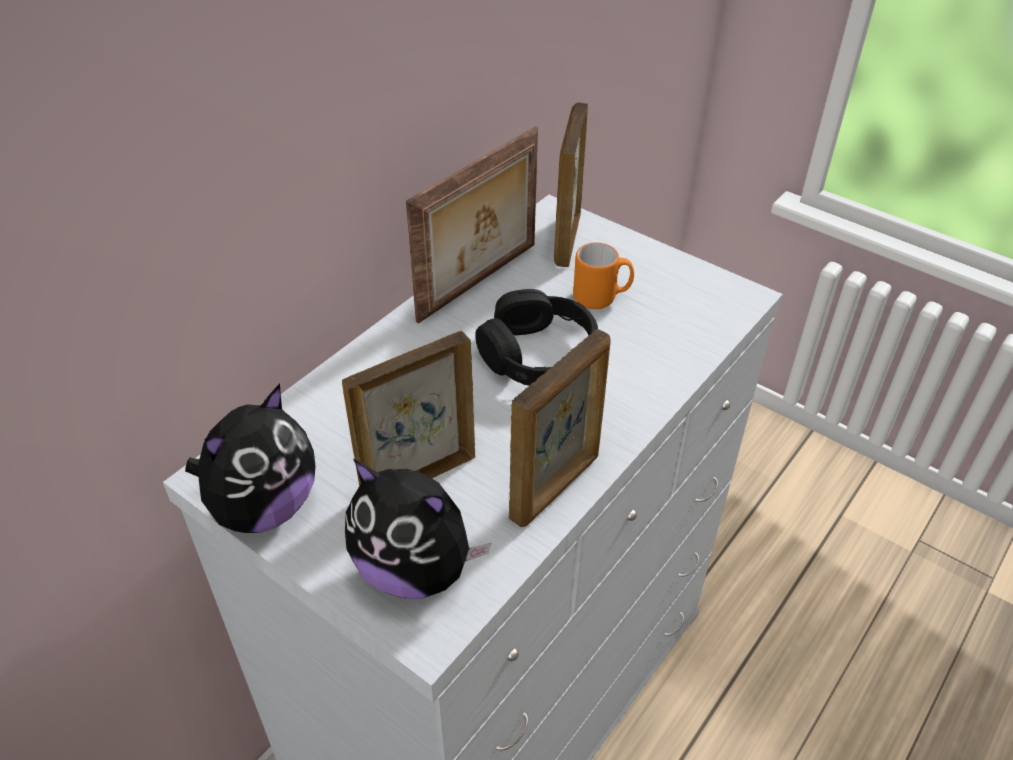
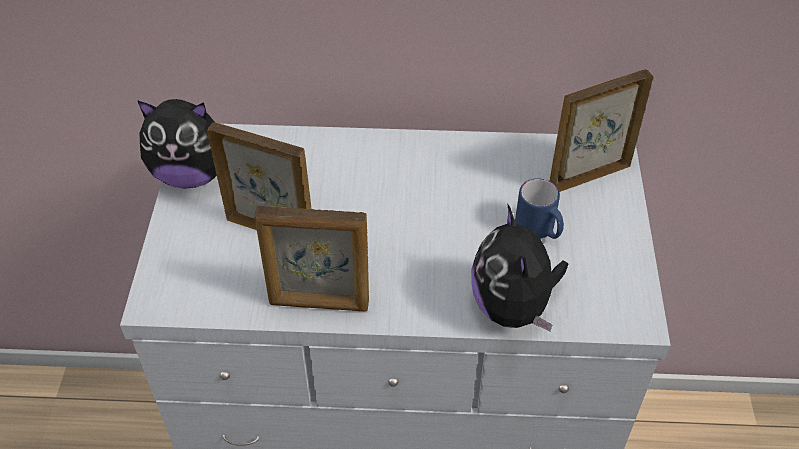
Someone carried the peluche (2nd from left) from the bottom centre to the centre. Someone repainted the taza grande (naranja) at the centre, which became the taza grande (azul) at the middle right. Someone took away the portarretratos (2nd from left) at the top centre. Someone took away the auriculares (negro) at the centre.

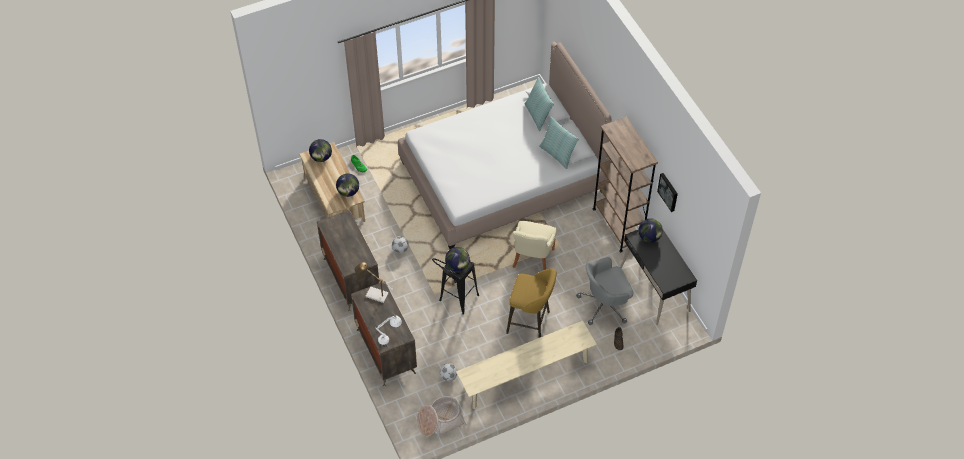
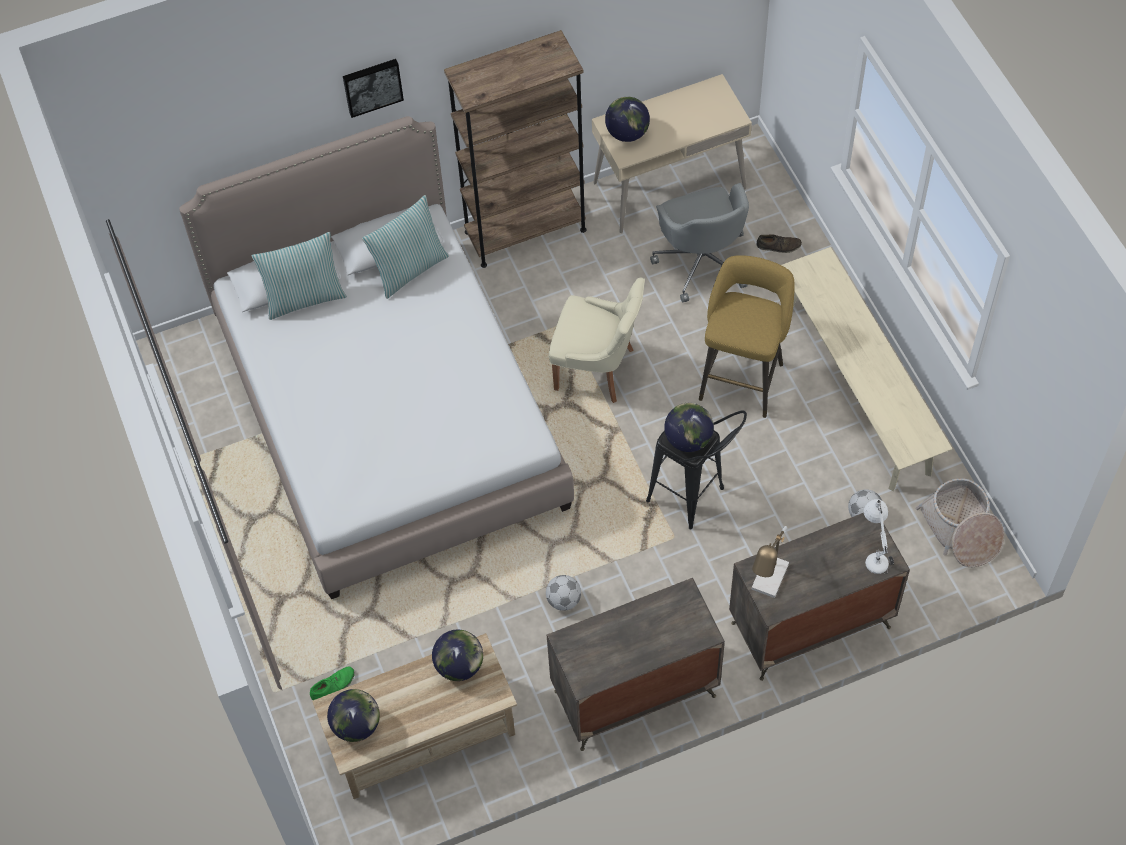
Someone carried the cuadro from the middle right to the top left. Someone repainted the escritorio (negro) at the middle right, which became the escritorio (beis) at the top centre.

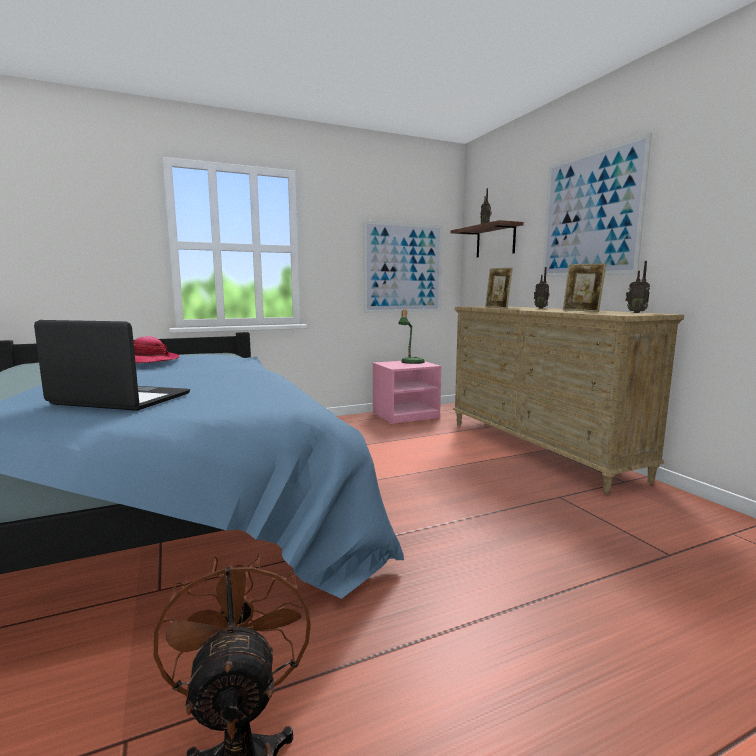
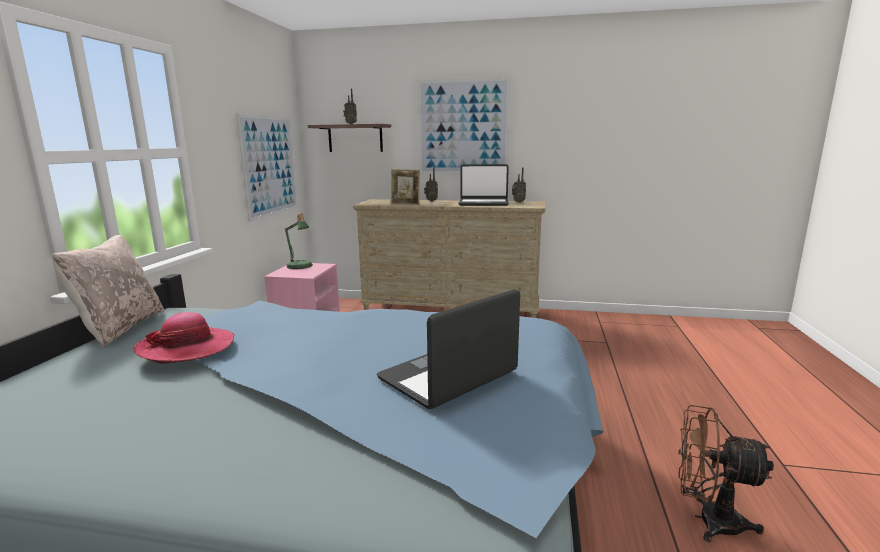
Someone put down the cojín (beis) at the middle left. Someone swapped the portarretratos (2nd from left) at the middle right for the portátil (2nd from left) at the centre.

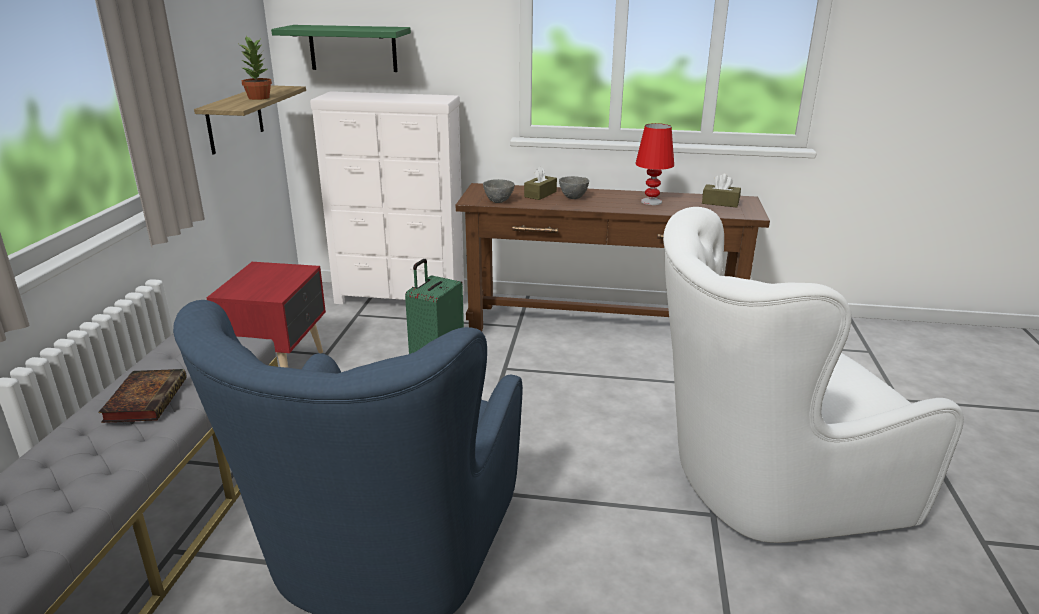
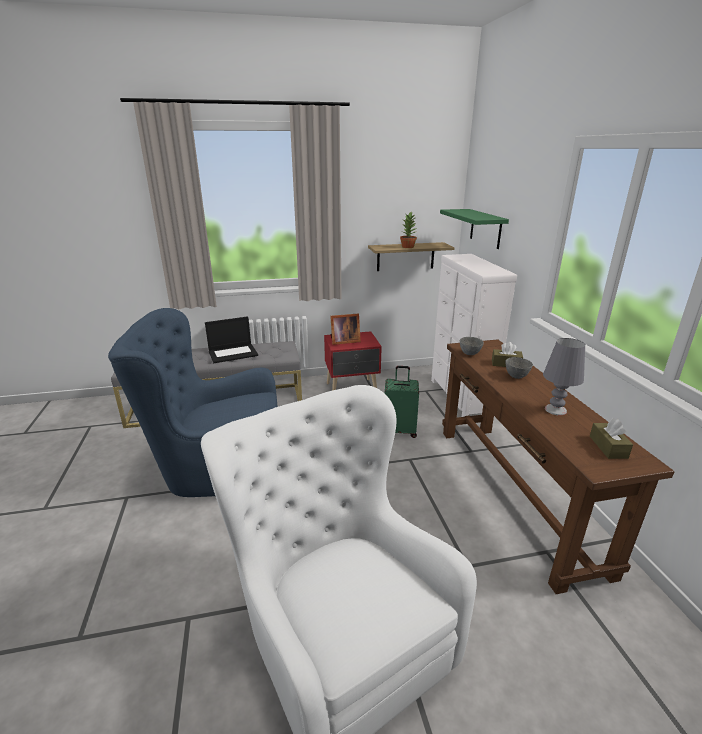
Someone swapped the libro at the middle left for the portátil at the middle left. Someone put down the portarretratos at the centre. Someone repainted the lámpara de mesa (rojo) at the top centre, which became the lámpara de mesa (gris) at the middle right.

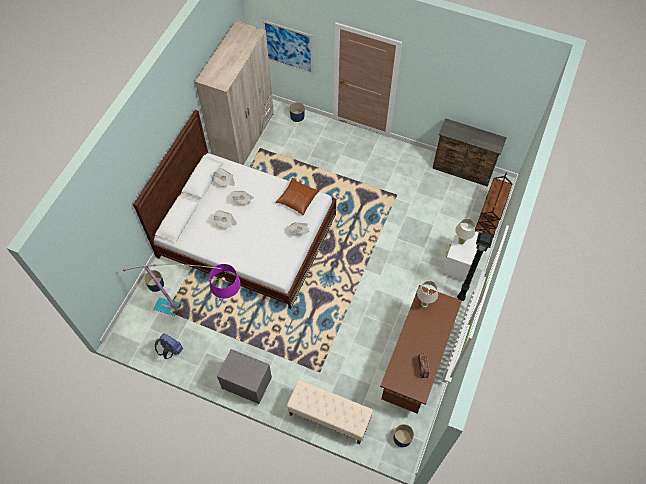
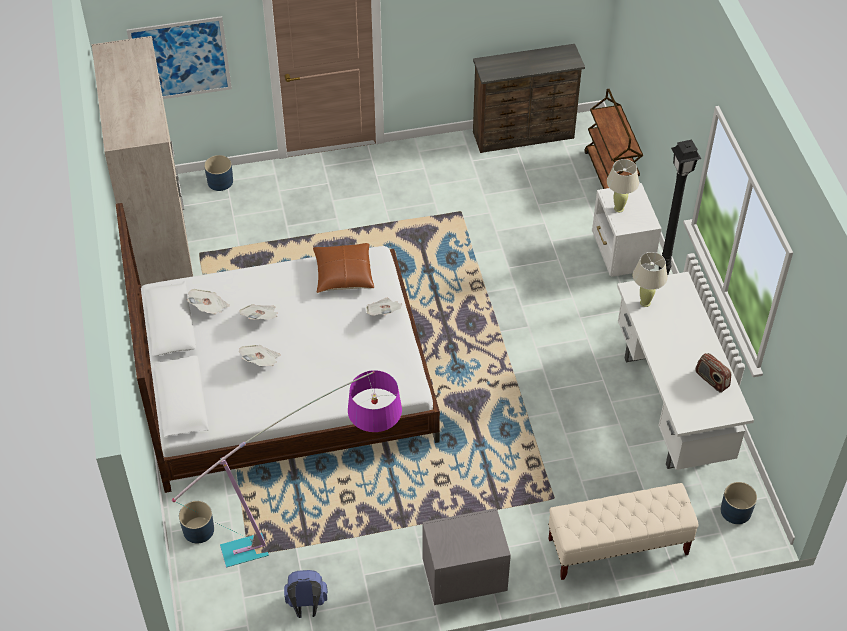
Someone repainted the escritorio (marrón) at the bottom centre, which became the escritorio (blanco) at the middle right.

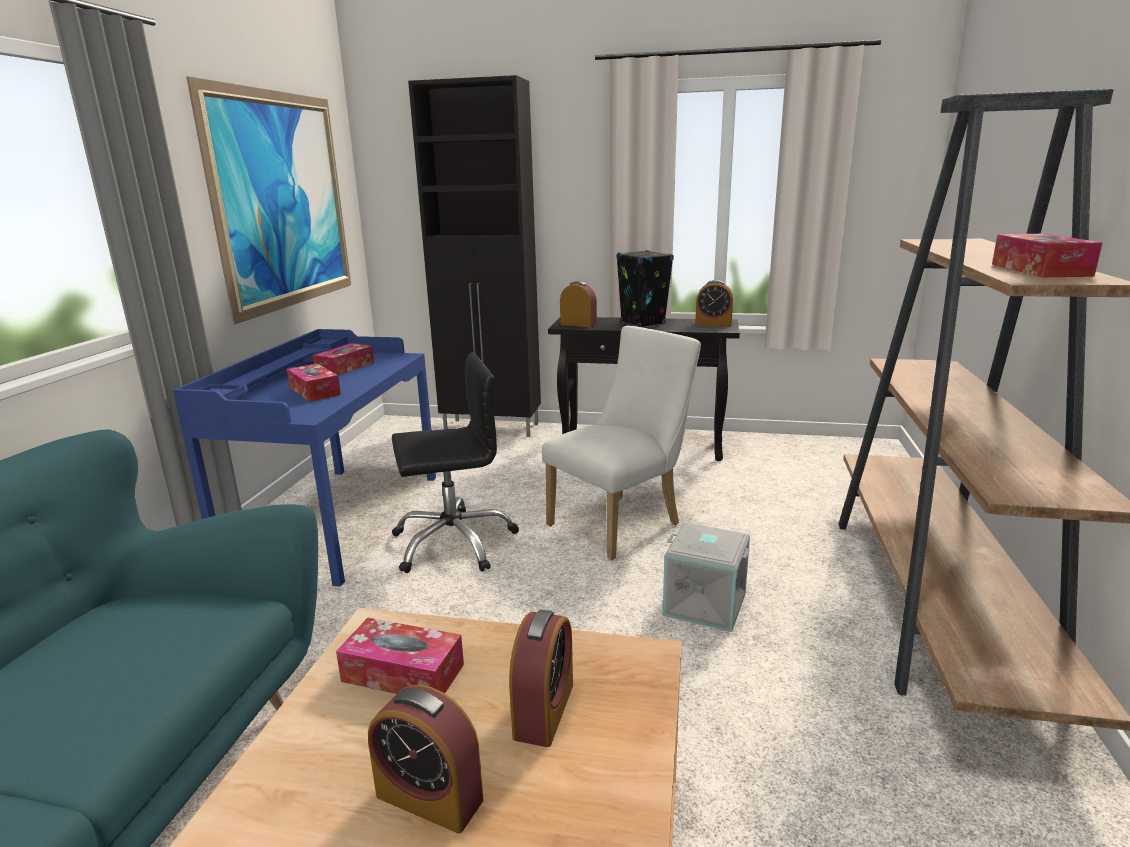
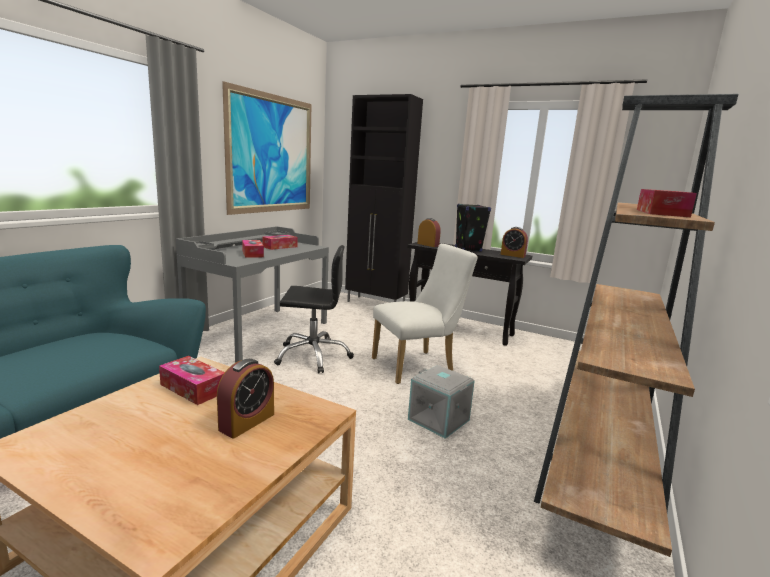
Someone repainted the escritorio (azul) at the middle left, which became the escritorio (gris) at the middle left. Someone took away the despertador (1st from left) at the bottom centre.

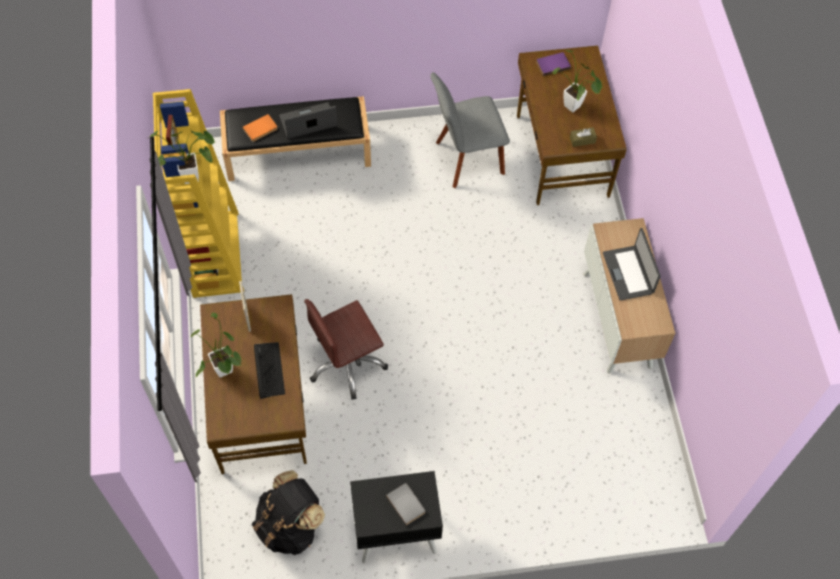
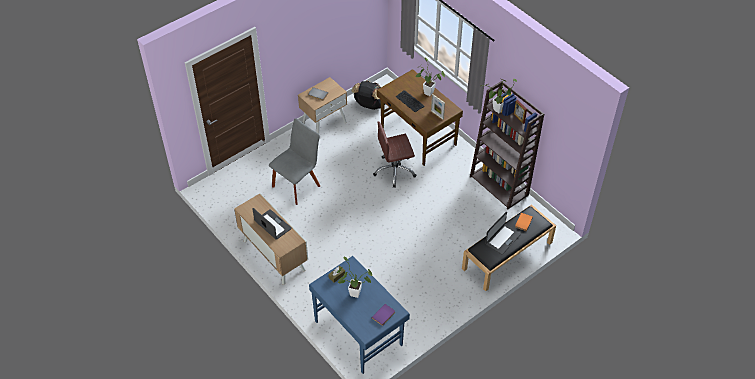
Someone carried the silla (gris) from the top centre to the centre. Someone repainted the mesita de noche (negro) at the bottom centre, which became the mesita de noche (beis) at the top centre. Someone repainted the escritorio (marrón) (2nd from left) at the top right, which became the escritorio (azul) at the bottom centre. Someone rotated the silla de oficina (marrón) at the centre by 135 degrees counterclockwise. Someone repainted the estantería (amarillo) at the middle left, which became the estantería (marrón) at the middle right.

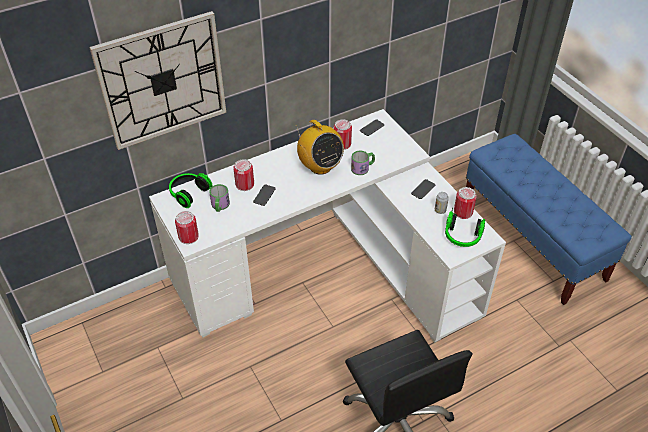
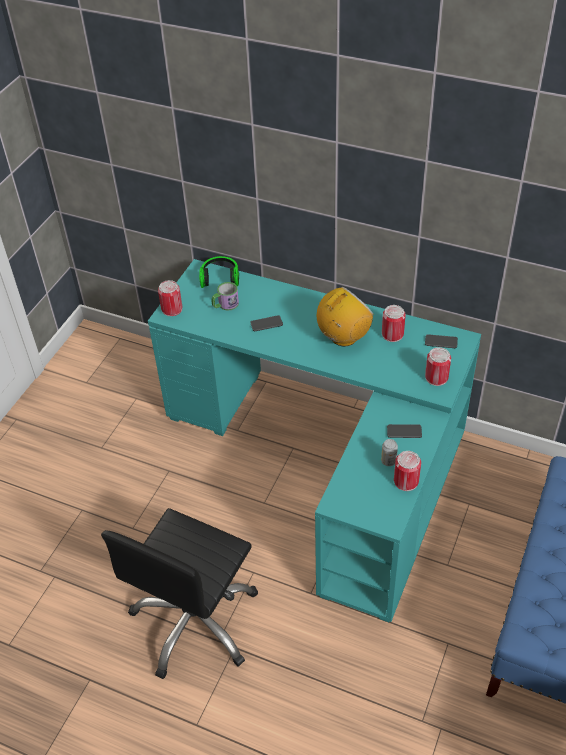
Someone repainted the escritorio (blanco) at the centre, which became the escritorio (turquesa) at the centre. Someone rotated the radio at the centre by 150 degrees counterclockwise. Someone carried the lata (2nd from left in the first image) from the centre to the middle right. Someone took away the reloj de pared at the top left. Someone took away the taza grande (2nd from left) at the centre. Someone took away the auriculares (2nd from left) at the middle right.

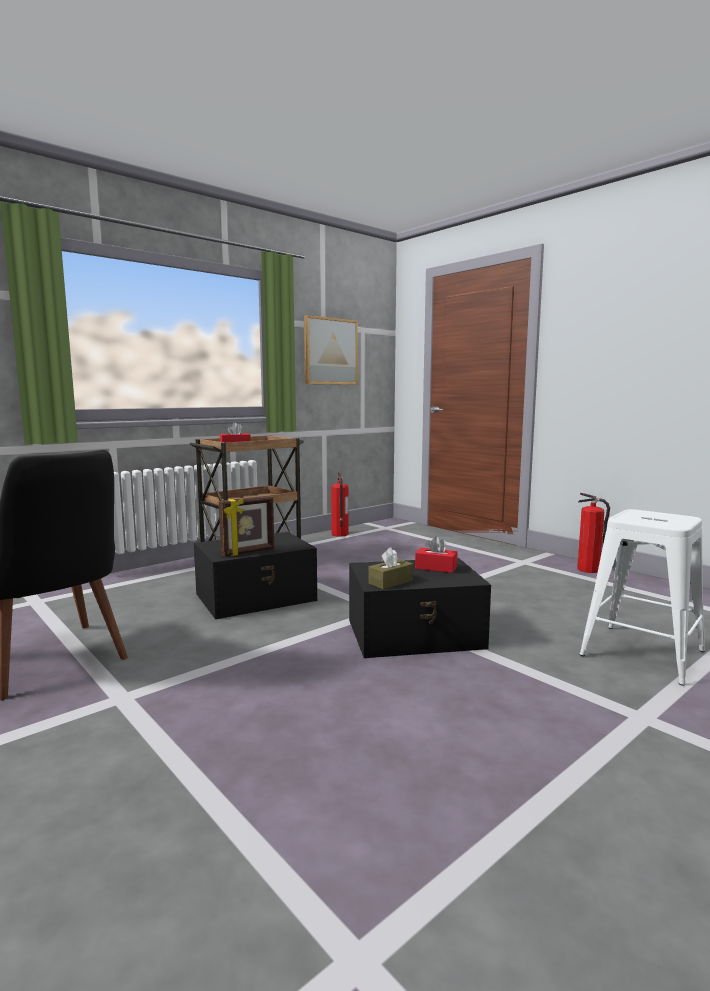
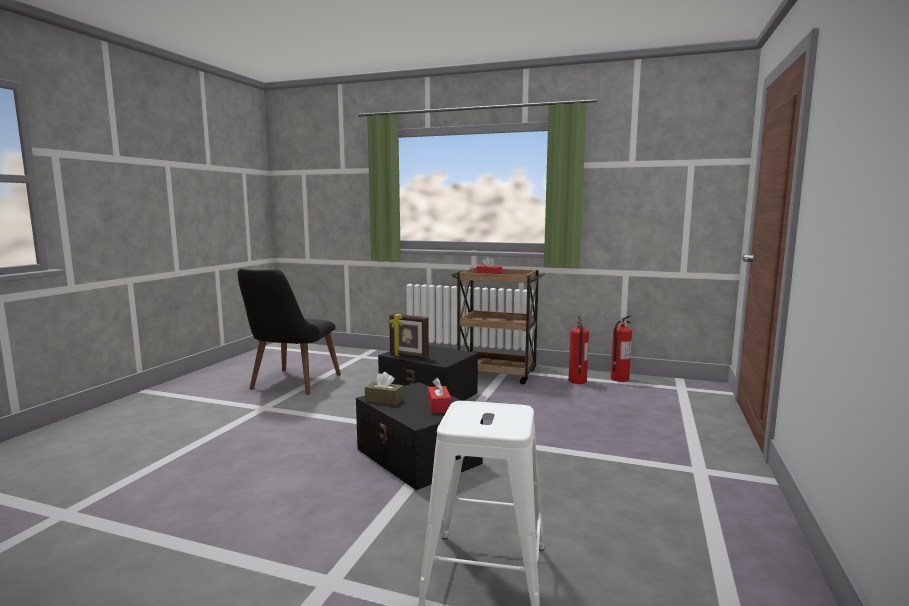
Someone carried the extintor (2nd from left in the first image) from the middle right to the centre. Someone took away the cuadro at the centre.

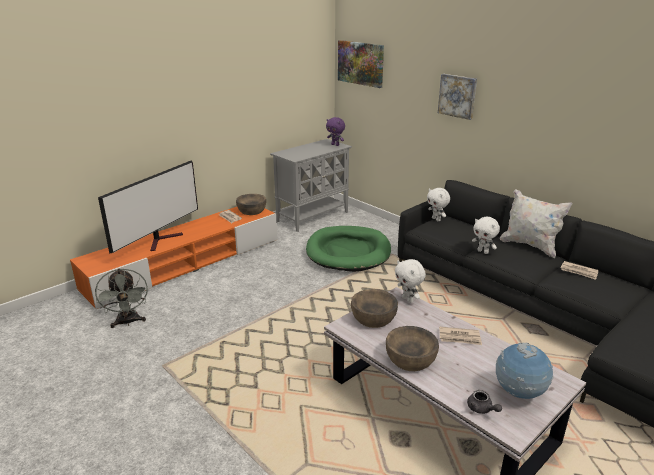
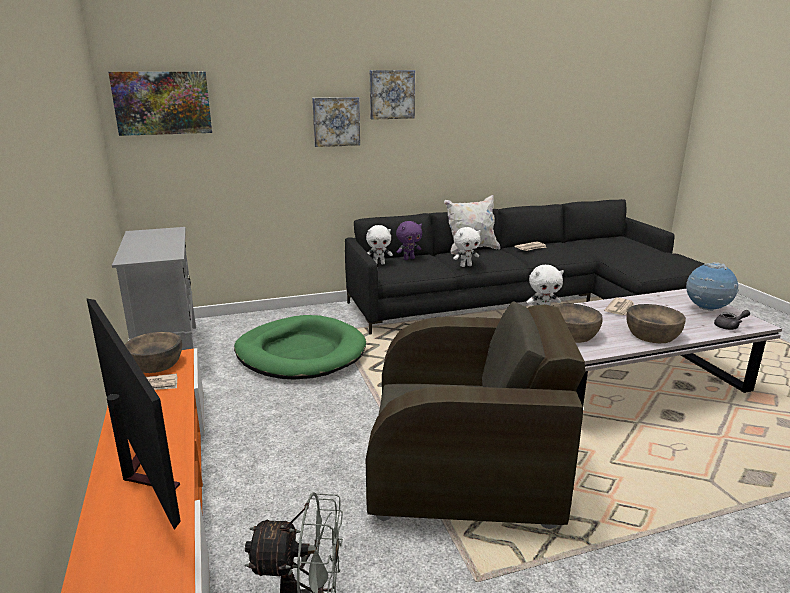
Someone put down the sillón (marrón) at the bottom centre. Someone put up the cuadro (3rd from left) at the top centre. Someone carried the peluche (morado) from the top centre to the centre.

